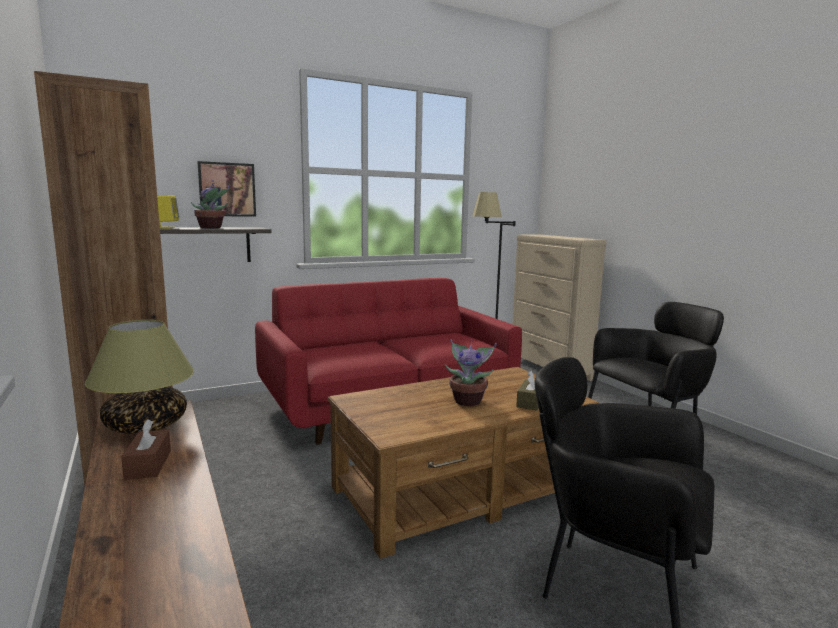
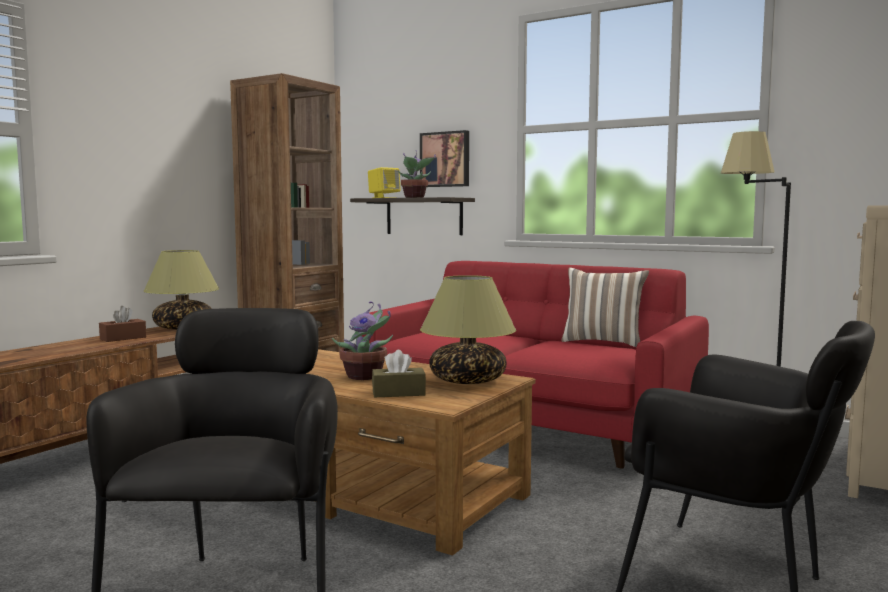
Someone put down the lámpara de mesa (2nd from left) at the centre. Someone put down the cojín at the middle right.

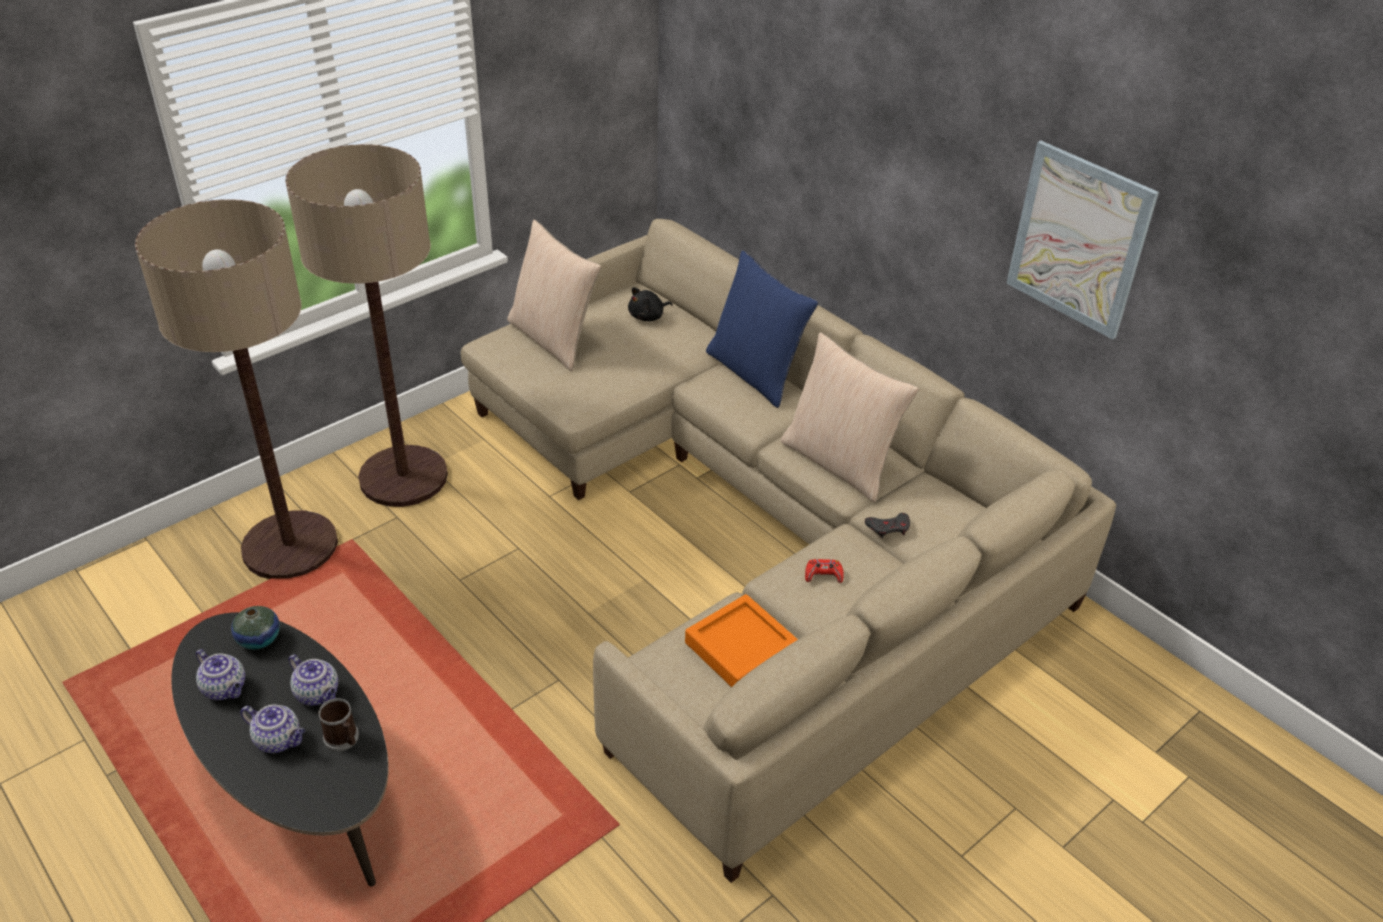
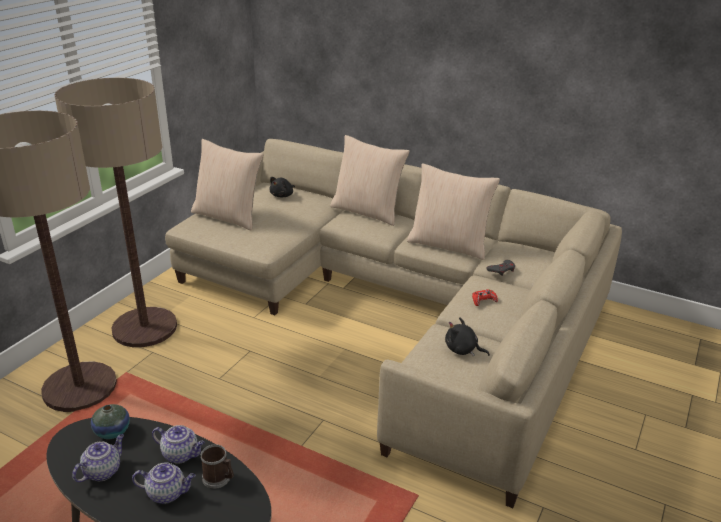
Someone rotated the tetera (1st from left) at the bottom left by 75 degrees counterclockwise. Someone repainted the cojín (azul) at the centre, which became the cojín (beis) (2nd from left) at the centre. Someone swapped the bandeja (naranja) at the bottom centre for the peluche (negro) (2nd from left) at the centre. Someone took away the cuadro at the top right.

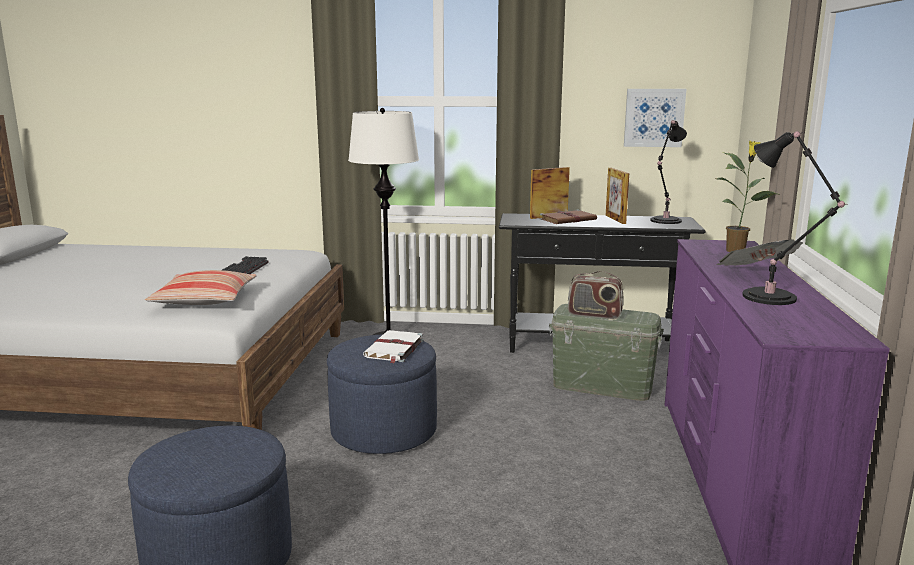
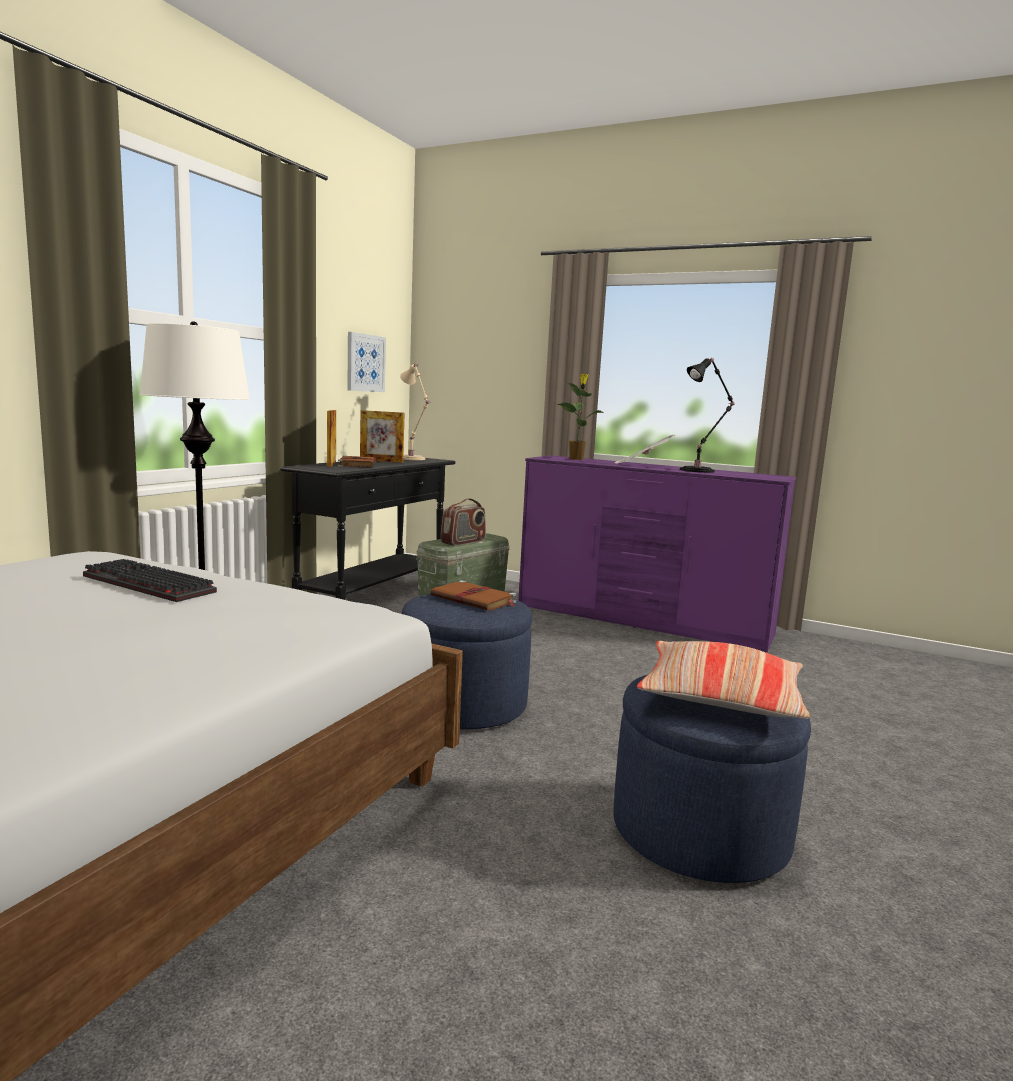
Someone repainted the lámpara de mesa (negro) (1st from left) at the top right, which became the lámpara de mesa (beis) at the centre. Someone repainted the libro (blanco) at the centre, which became the libro (marrón) (2nd from left) at the centre. Someone carried the cojín from the middle left to the middle right.

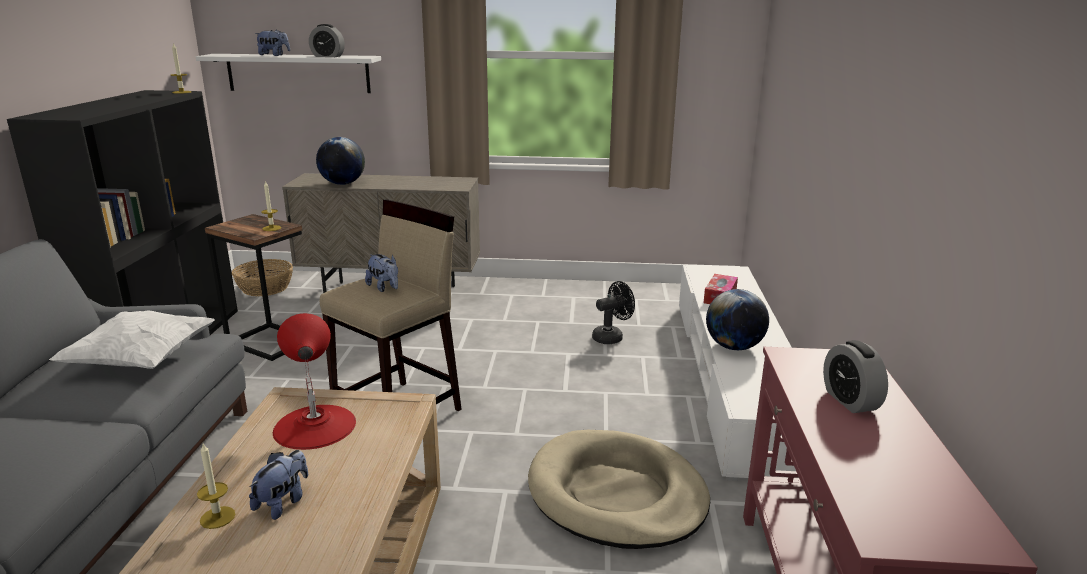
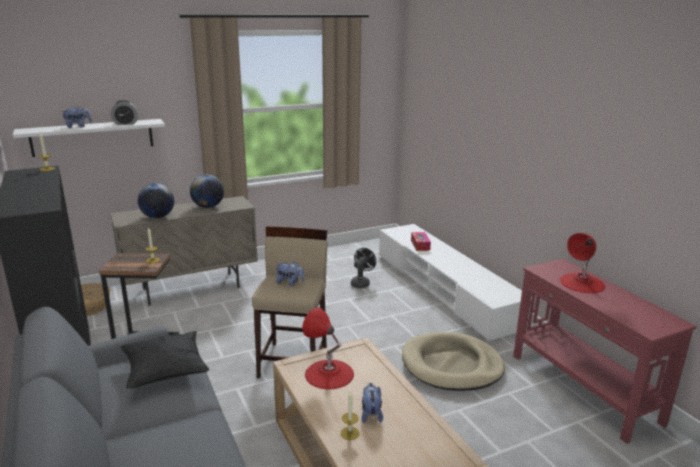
Someone repainted the cojín (blanco) at the middle left, which became the cojín (negro) at the bottom left. Someone carried the globo terráqueo (2nd from left) from the middle right to the middle left. Someone swapped the despertador (2nd from left) at the middle right for the lámpara de mesa (rojo) (2nd from left) at the middle right.

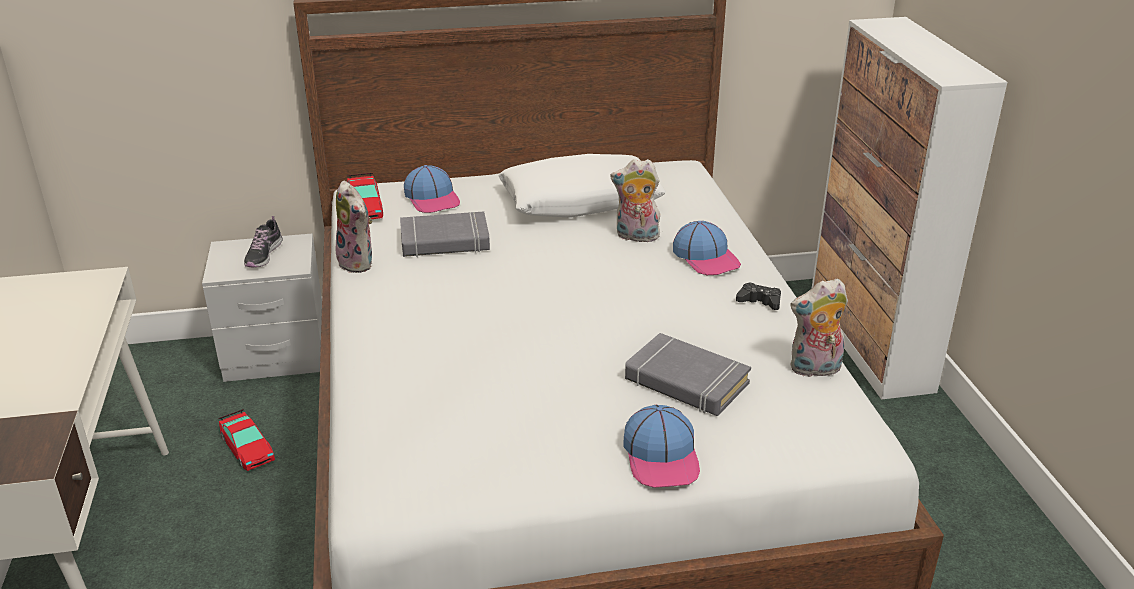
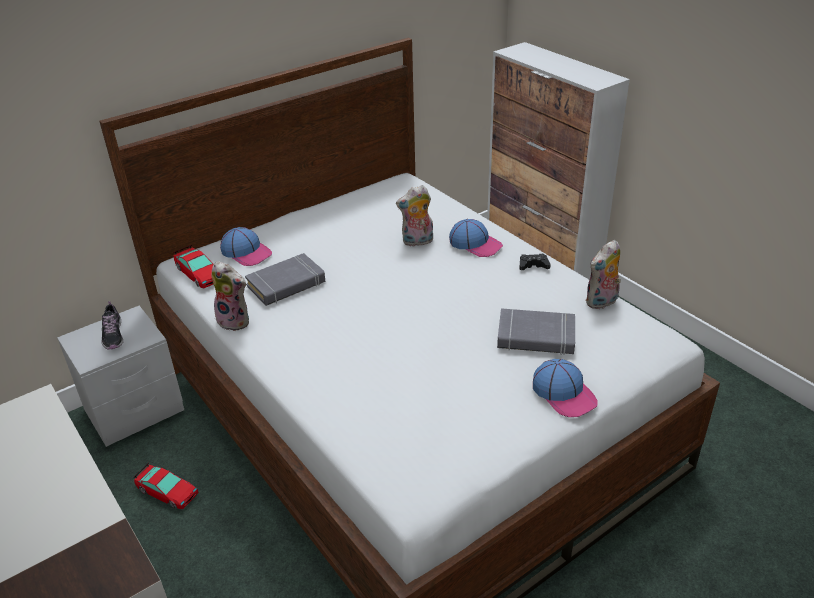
Someone took away the cojín (blanco) at the top centre.

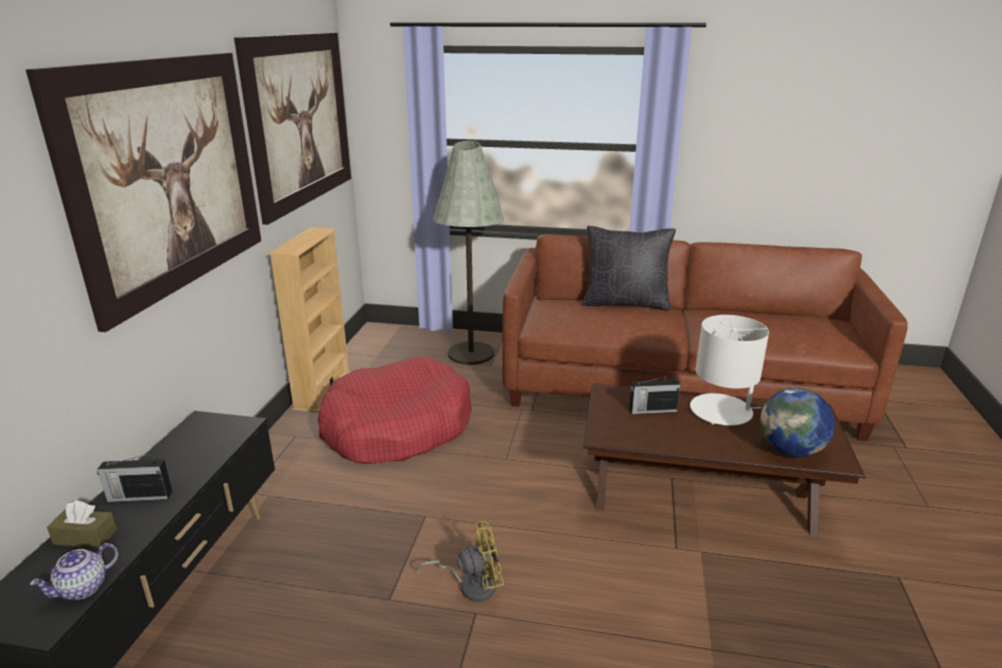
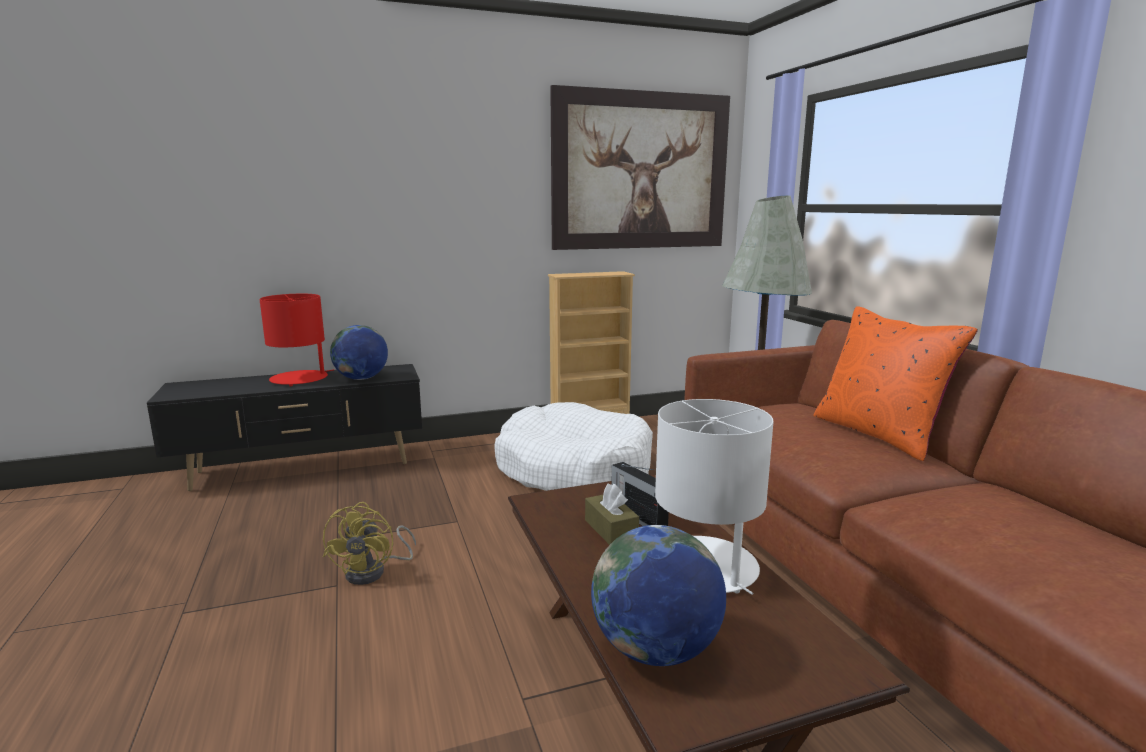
Someone swapped the radio (1st from left) at the bottom left for the lámpara de mesa (rojo) at the middle left. Someone rotated the ventilador (amarillo) at the bottom centre by 45 degrees clockwise. Someone put down the globo terráqueo (1st from left) at the middle left. Someone repainted the cama para perro (rojo) at the centre, which became the cama para perro (blanco) at the centre. Someone carried the caja de pañuelos (marrón) from the bottom left to the bottom centre. Someone repainted the cojín (negro) at the centre, which became the cojín (naranja) at the middle right. Someone took away the cuadro (1st from left) at the top left. Someone took away the tetera at the bottom left.

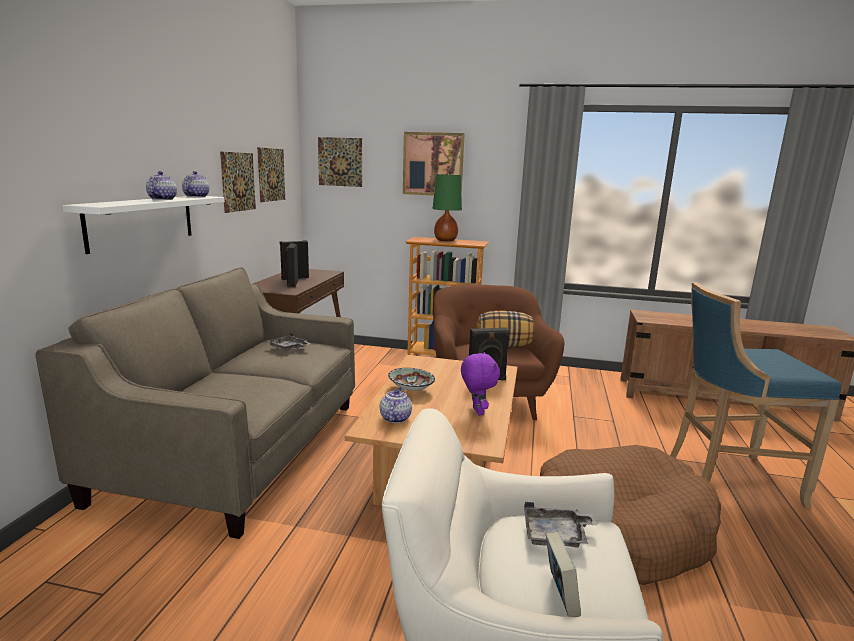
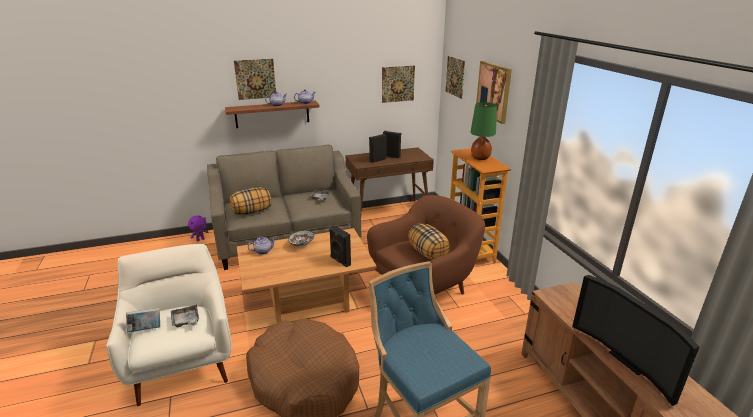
Someone carried the peluche (morado) from the centre to the middle left. Someone repainted the estante (blanco) at the middle left, which became the estante (marrón) at the top centre. Someone put down the cojín (1st from left) at the centre. Someone carried the cuadro (1st from left) from the top left to the top centre. Someone put down the televisor at the bottom right.

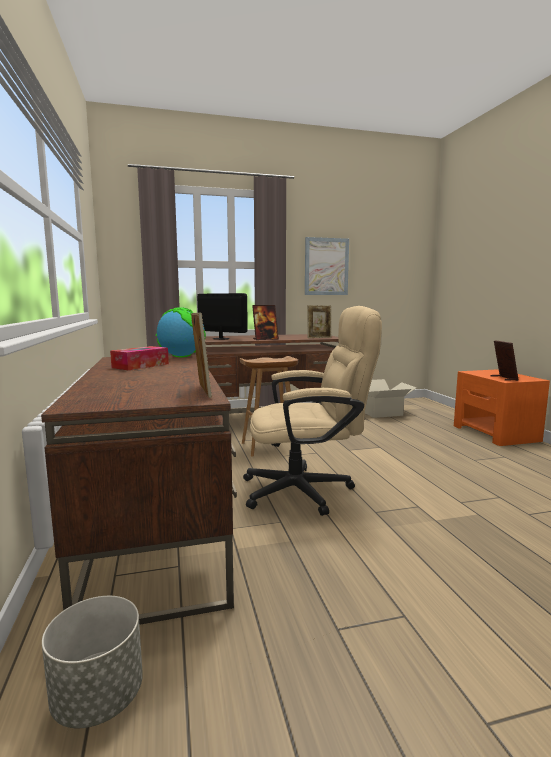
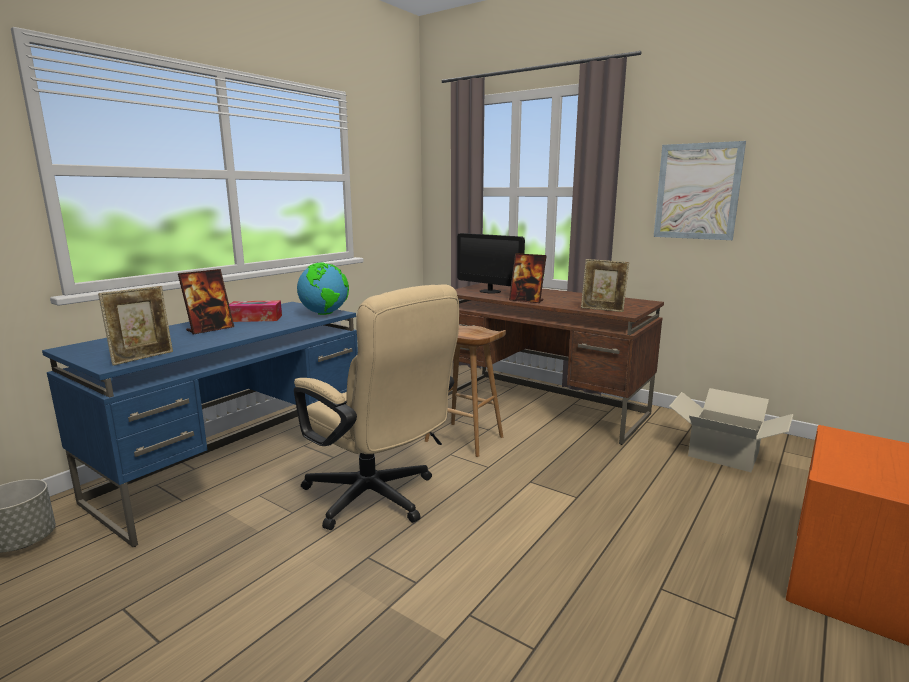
Someone repainted the escritorio (marrón) (1st from left) at the middle left, which became the escritorio (azul) at the middle left. Someone carried the portarretratos (4th from left in the first image) from the middle right to the middle left. Someone rotated the monitor at the centre by 135 degrees clockwise.

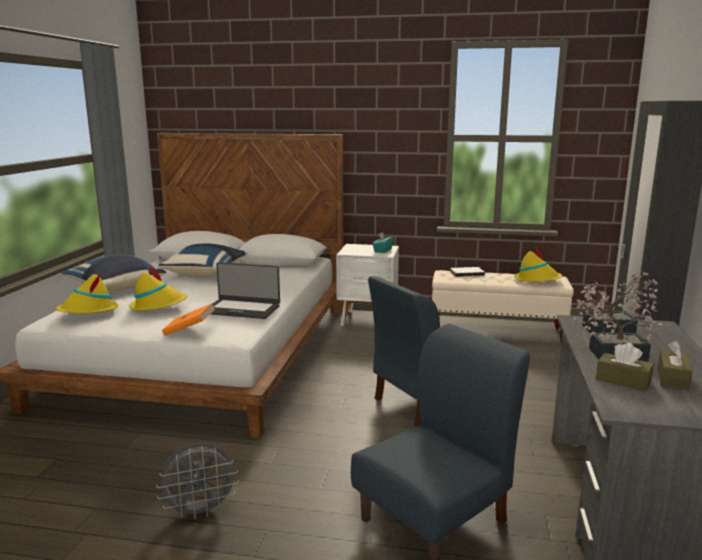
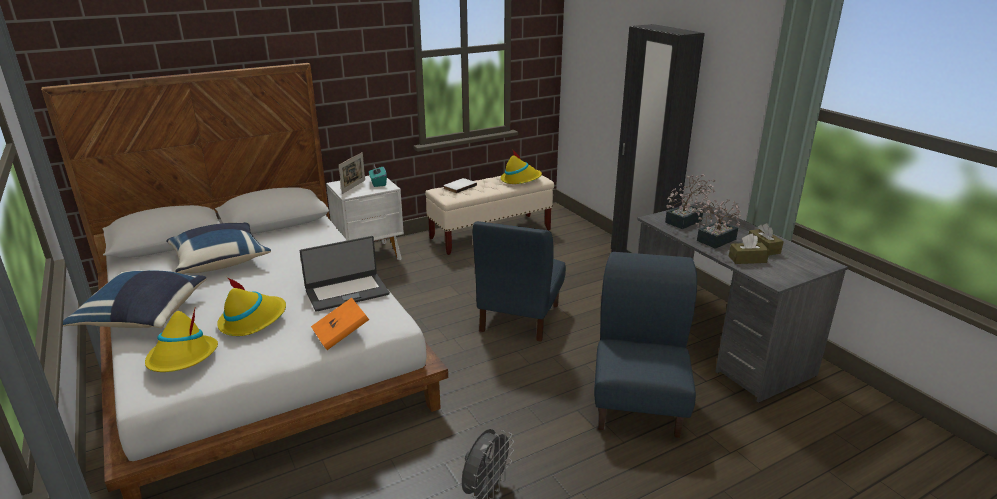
Someone put down the portarretratos at the centre.

